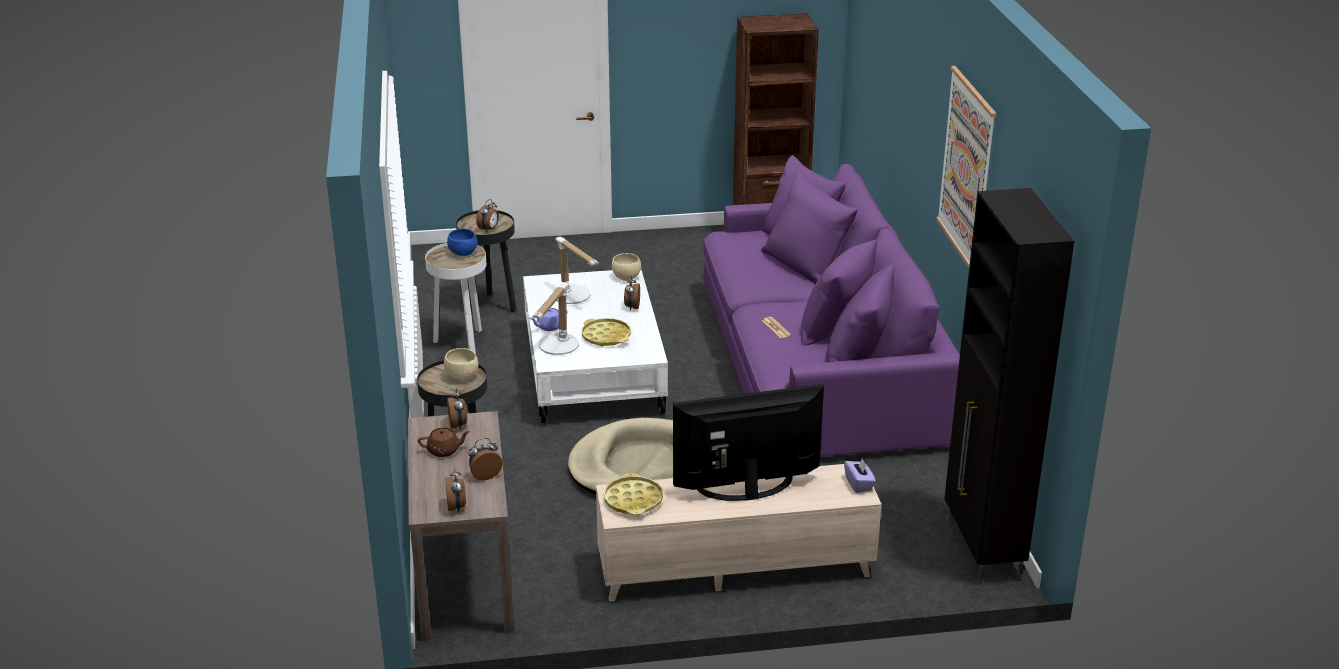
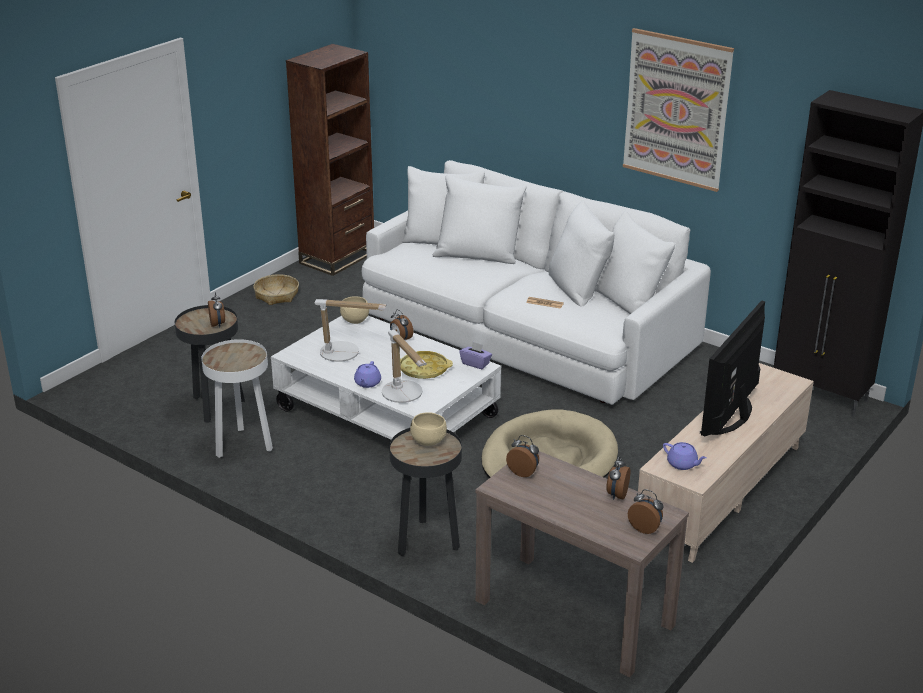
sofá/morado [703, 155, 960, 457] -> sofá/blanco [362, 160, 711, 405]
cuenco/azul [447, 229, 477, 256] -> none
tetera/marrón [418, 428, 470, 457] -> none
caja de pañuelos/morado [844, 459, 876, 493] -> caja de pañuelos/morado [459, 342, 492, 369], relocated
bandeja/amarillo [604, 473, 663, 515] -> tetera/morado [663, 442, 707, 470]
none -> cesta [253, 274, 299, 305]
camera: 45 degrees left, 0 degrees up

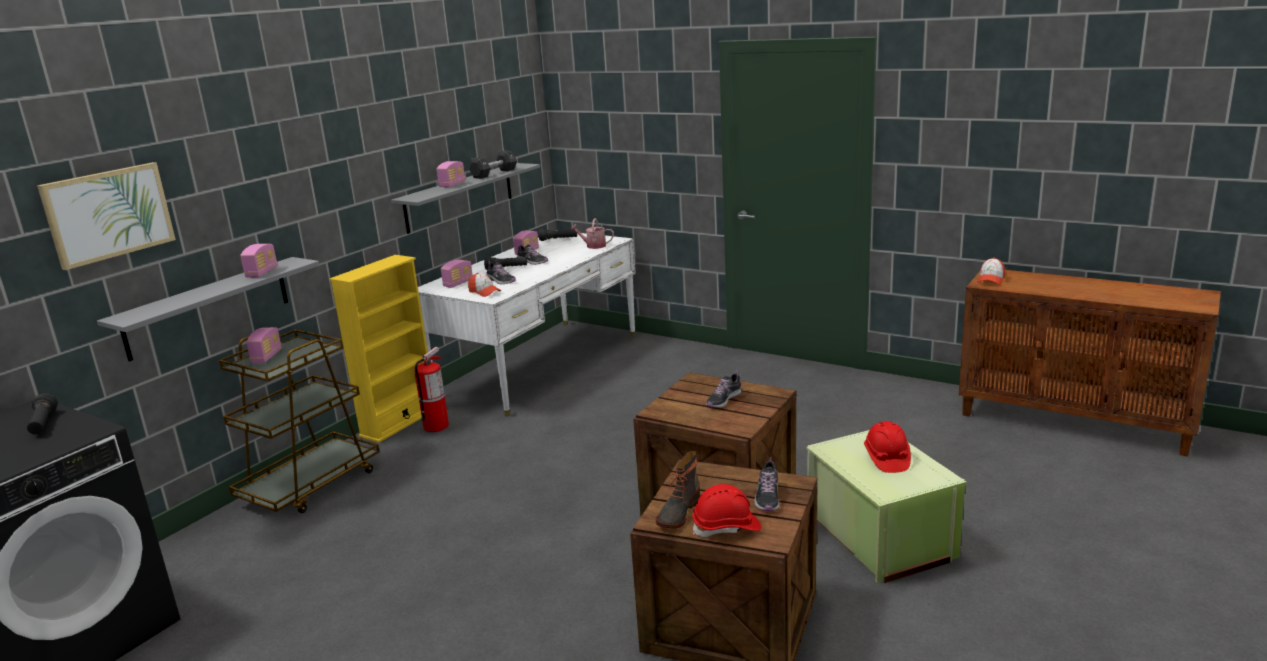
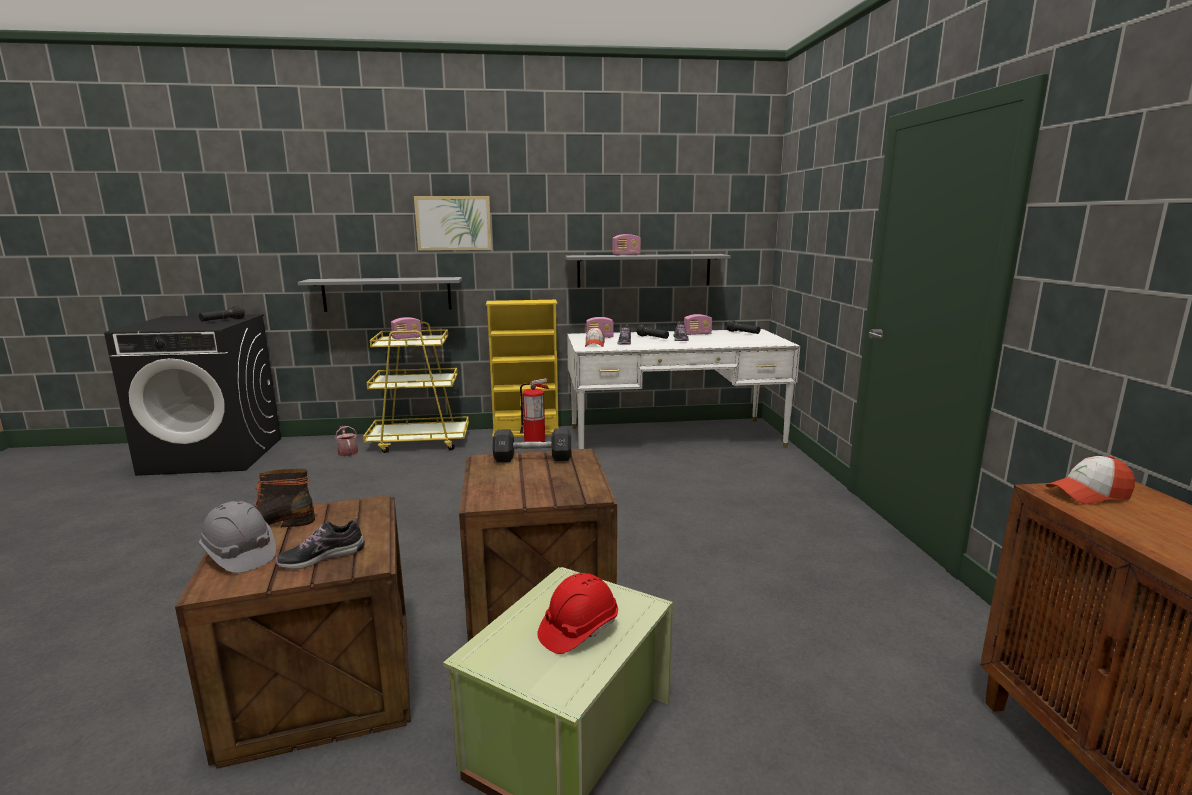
mancuerna/negro [469, 151, 517, 179] -> mancuerna/negro [493, 428, 571, 463], relocated
cuadro [37, 162, 176, 270] -> cuadro [414, 196, 492, 251], relocated
regadera [570, 218, 614, 249] -> regadera [335, 426, 358, 456], relocated
radio [240, 244, 277, 278] -> none
carrito/marrón [219, 329, 380, 513] -> carrito/amarillo [363, 322, 469, 453]
zapato [706, 371, 742, 408] -> none
casco/rojo [692, 484, 761, 537] -> casco/gris [199, 501, 276, 573]
camera: 50 degrees right, 5 degrees down

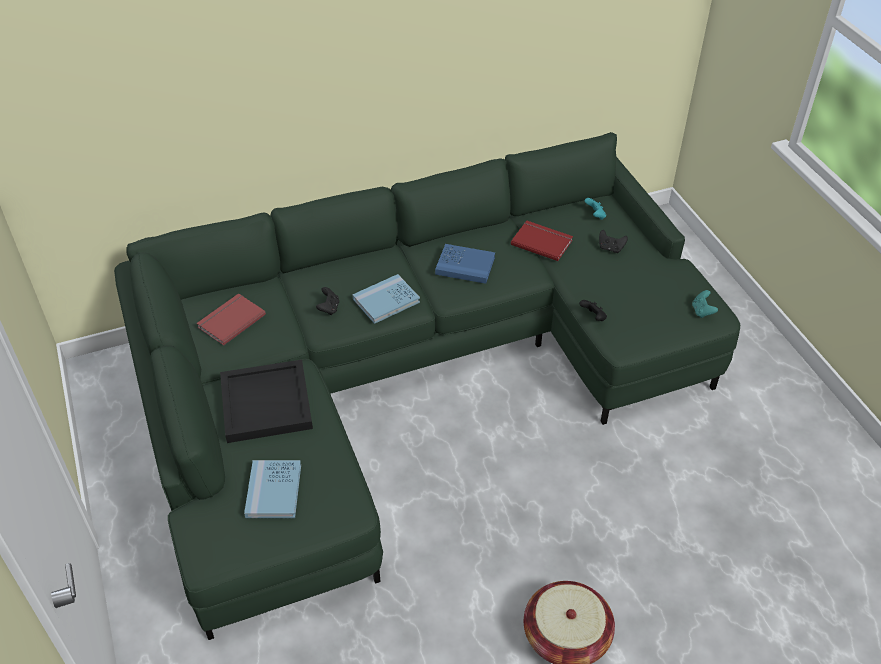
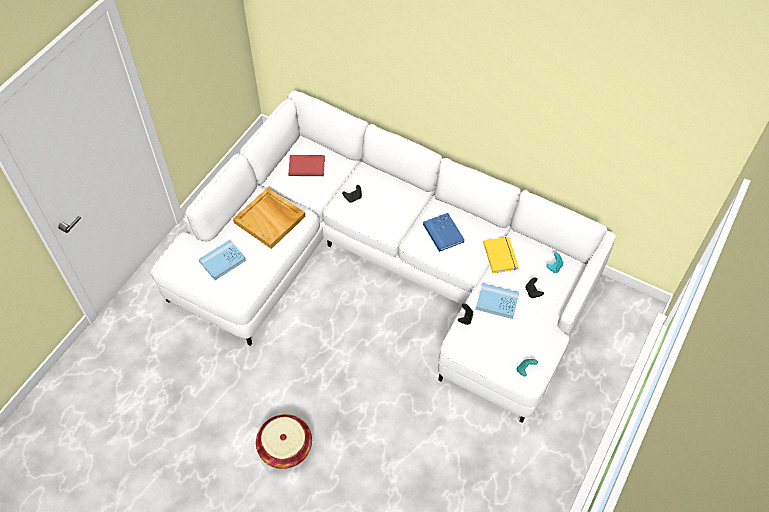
sofá/verde [114, 132, 741, 640] -> sofá/blanco [151, 90, 616, 423]
libro/rojo [511, 221, 573, 261] -> libro/amarillo [483, 237, 519, 273]
libro/azul [352, 274, 420, 324] -> libro/azul [476, 283, 519, 319], relocated
bandeja/negro [220, 360, 313, 443] -> bandeja/beis [233, 188, 306, 249]
camera: 50 degrees right, 10 degrees up

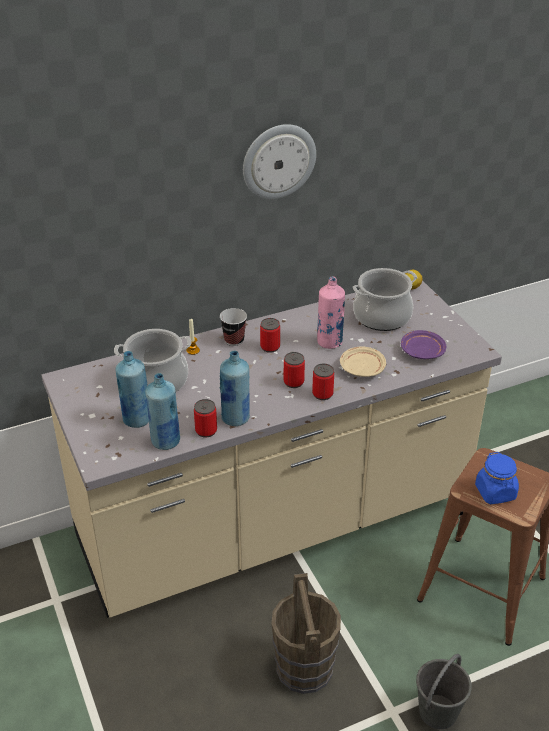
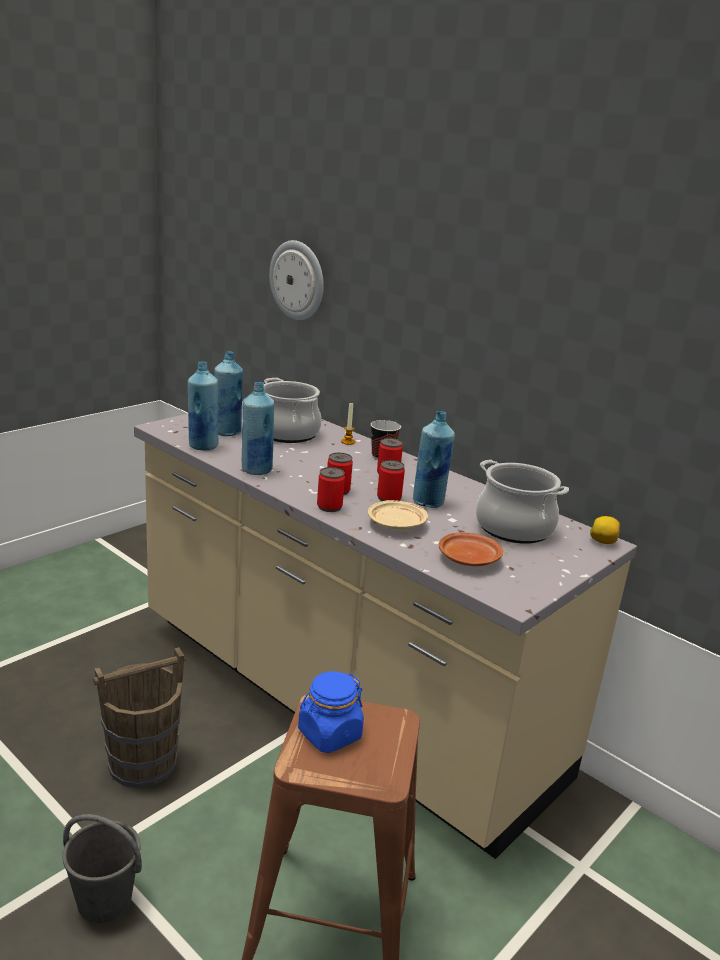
reloj de pared [243, 124, 316, 199] -> reloj de pared [269, 240, 324, 320], relocated
botella/rosa [317, 276, 345, 349] -> botella/azul [413, 411, 455, 508]
plato/morado [401, 330, 446, 359] -> plato/marrón [439, 533, 503, 566]
lata [194, 399, 217, 438] -> lata [377, 460, 405, 501], relocated
camera: 65 degrees right, 15 degrees down

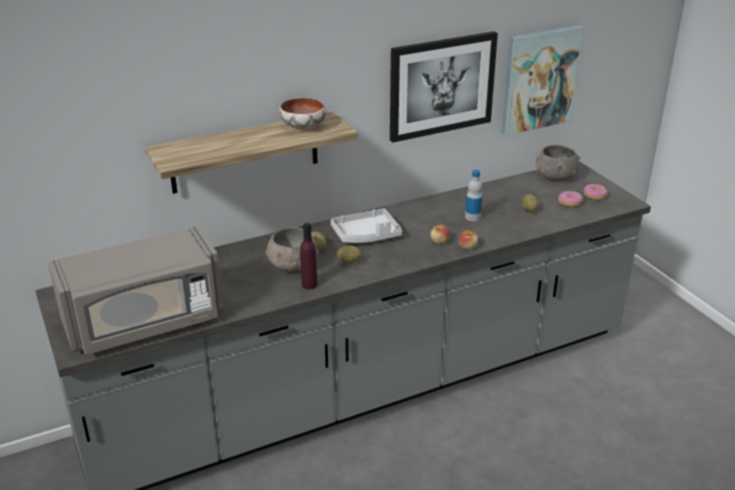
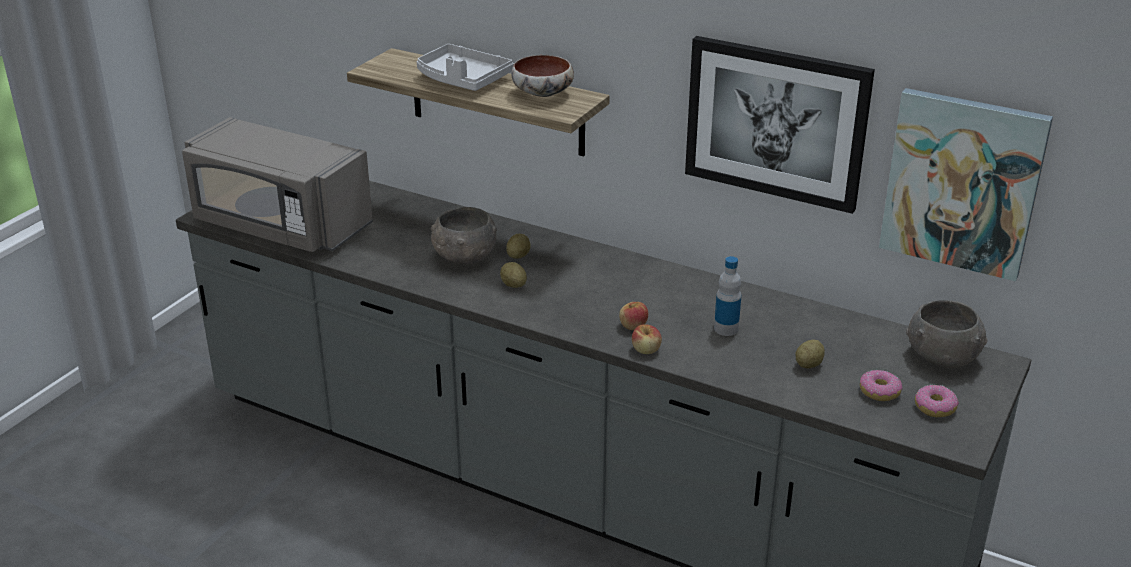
bandeja/gris [331, 208, 402, 243] -> bandeja/gris [417, 44, 514, 91], relocated
botella/morado [300, 223, 317, 290] -> none
camera: 55 degrees right, 0 degrees up

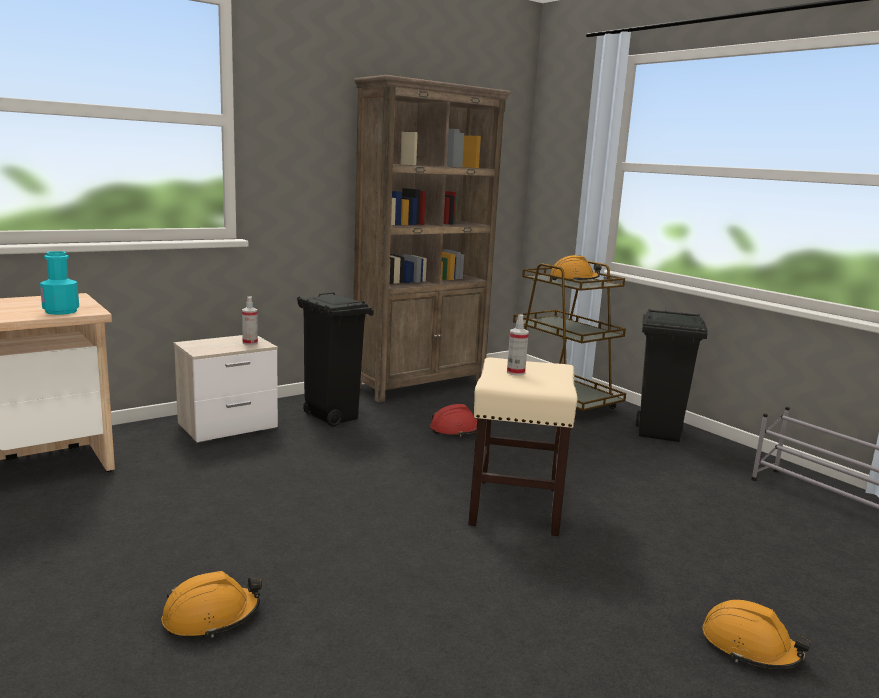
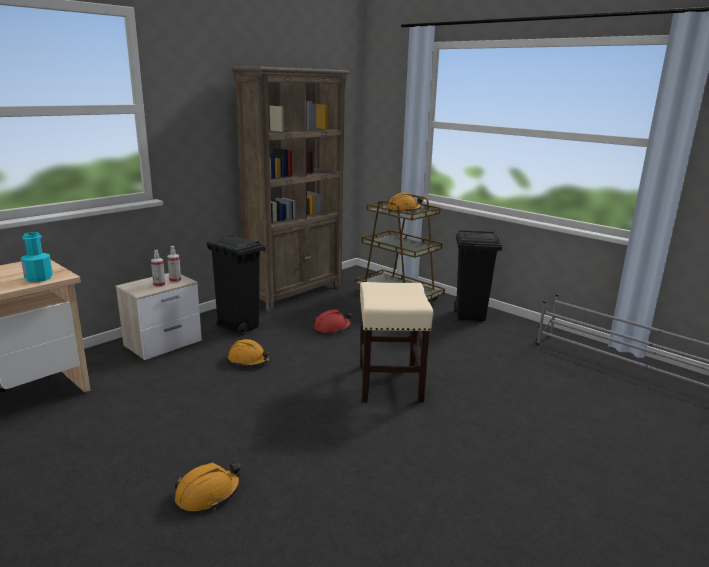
pulverizador [507, 314, 529, 376] -> pulverizador [151, 250, 166, 287], relocated
casco/naranja [702, 600, 811, 669] -> casco/naranja [228, 339, 271, 366], relocated
camera: 10 degrees left, 5 degrees up

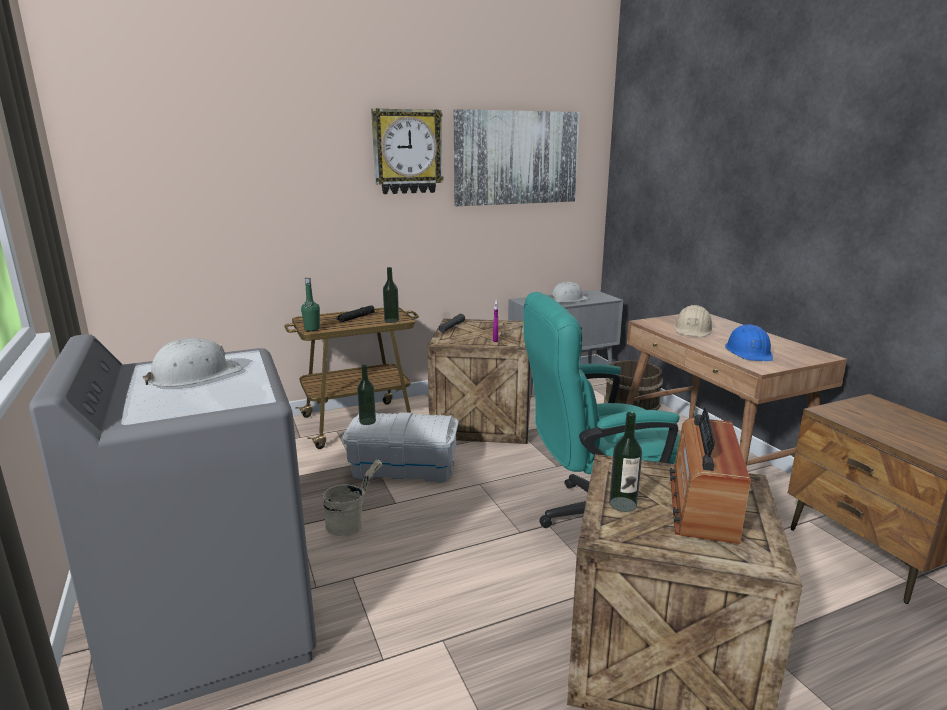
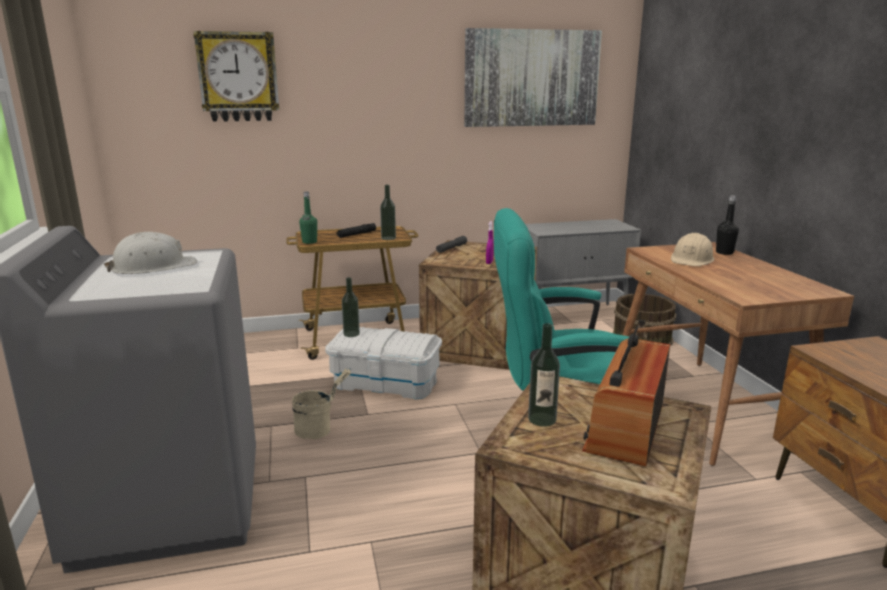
reloj de pared [371, 108, 444, 194] -> reloj de pared [193, 31, 279, 122], relocated
casco/blanco [550, 282, 589, 302] -> none
casco/azul [725, 324, 773, 361] -> none
none -> botella/negro [716, 195, 739, 255]
camera: 10 degrees right, 0 degrees up

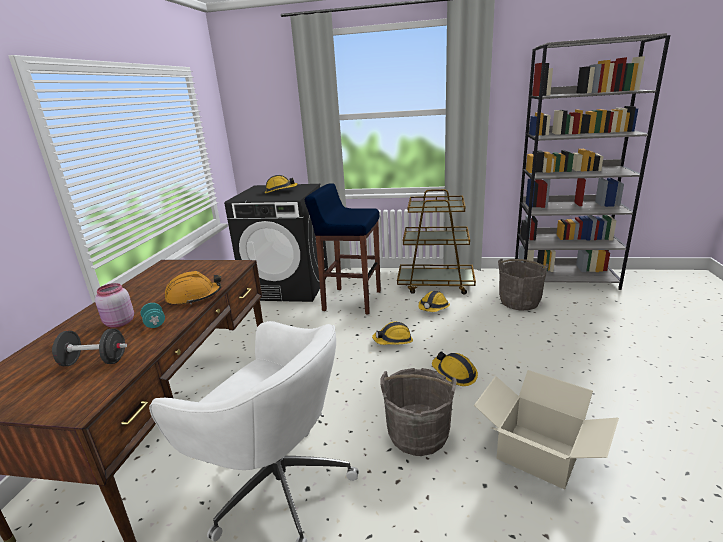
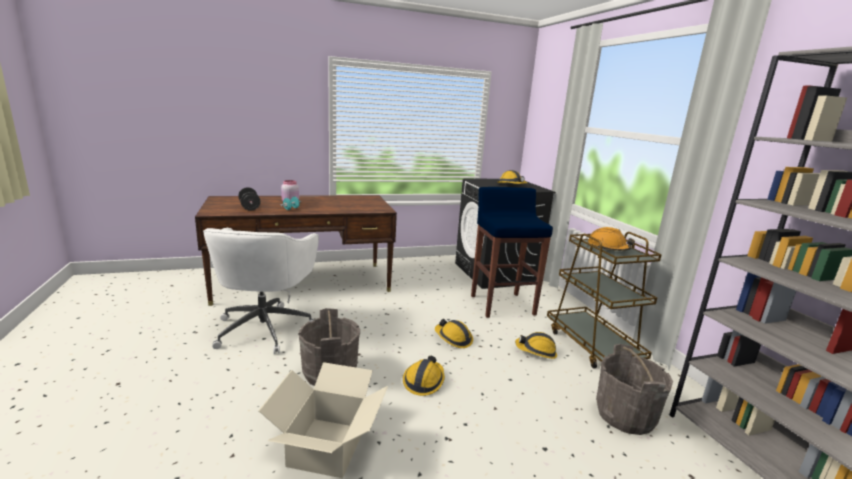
casco/naranja [165, 271, 221, 305] -> casco/naranja [588, 227, 635, 251], relocated
camera: 60 degrees right, 5 degrees down

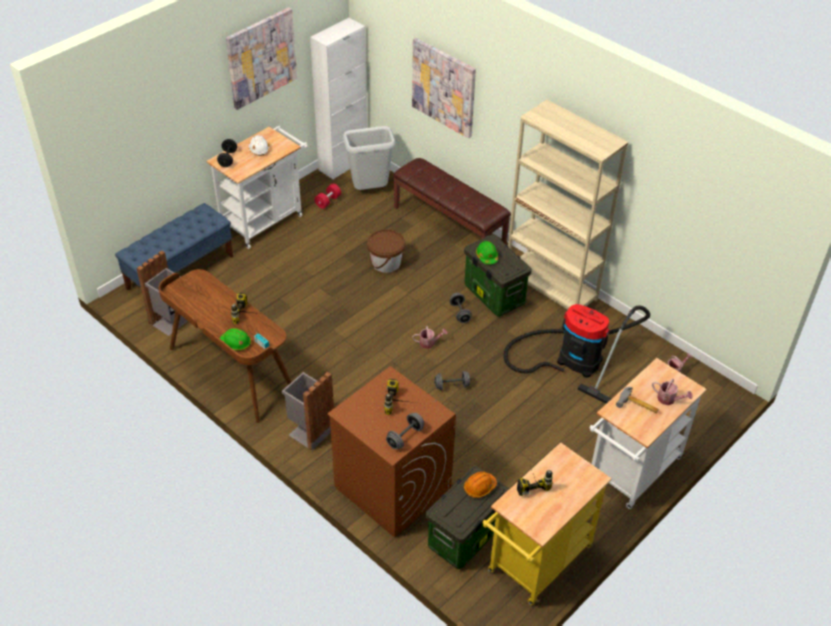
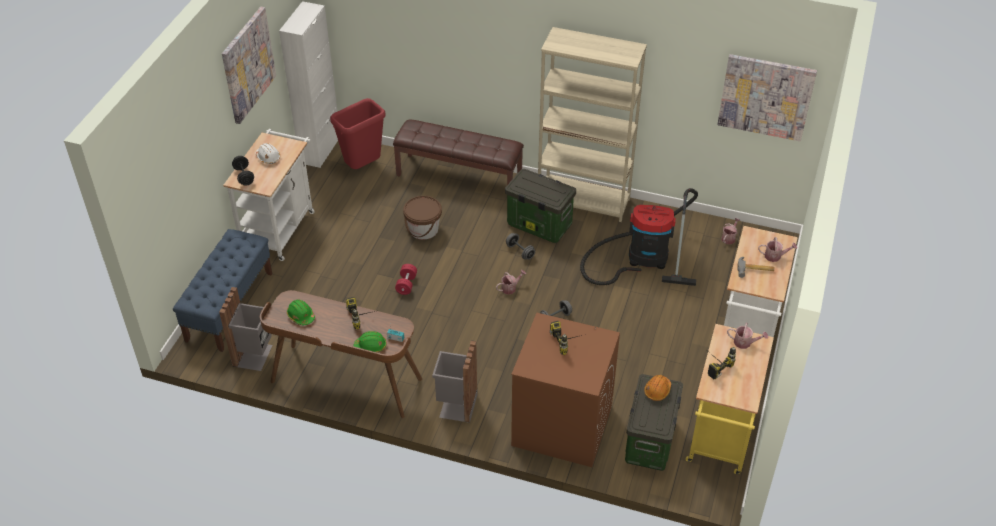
cuadro [412, 38, 476, 139] -> cuadro [717, 54, 817, 141], relocated
papelera/gris [343, 126, 396, 190] -> papelera/rojo [330, 98, 386, 169]
mancuerna/rojo [315, 184, 341, 209] -> mancuerna/rojo [395, 264, 417, 295], relocated
casco/verde [476, 241, 498, 265] -> casco/verde [287, 299, 315, 325], relocated
mancuerna/gris [386, 413, 424, 449] -> none
none -> regadera [727, 323, 768, 349]
camera: 25 degrees left, 0 degrees up

